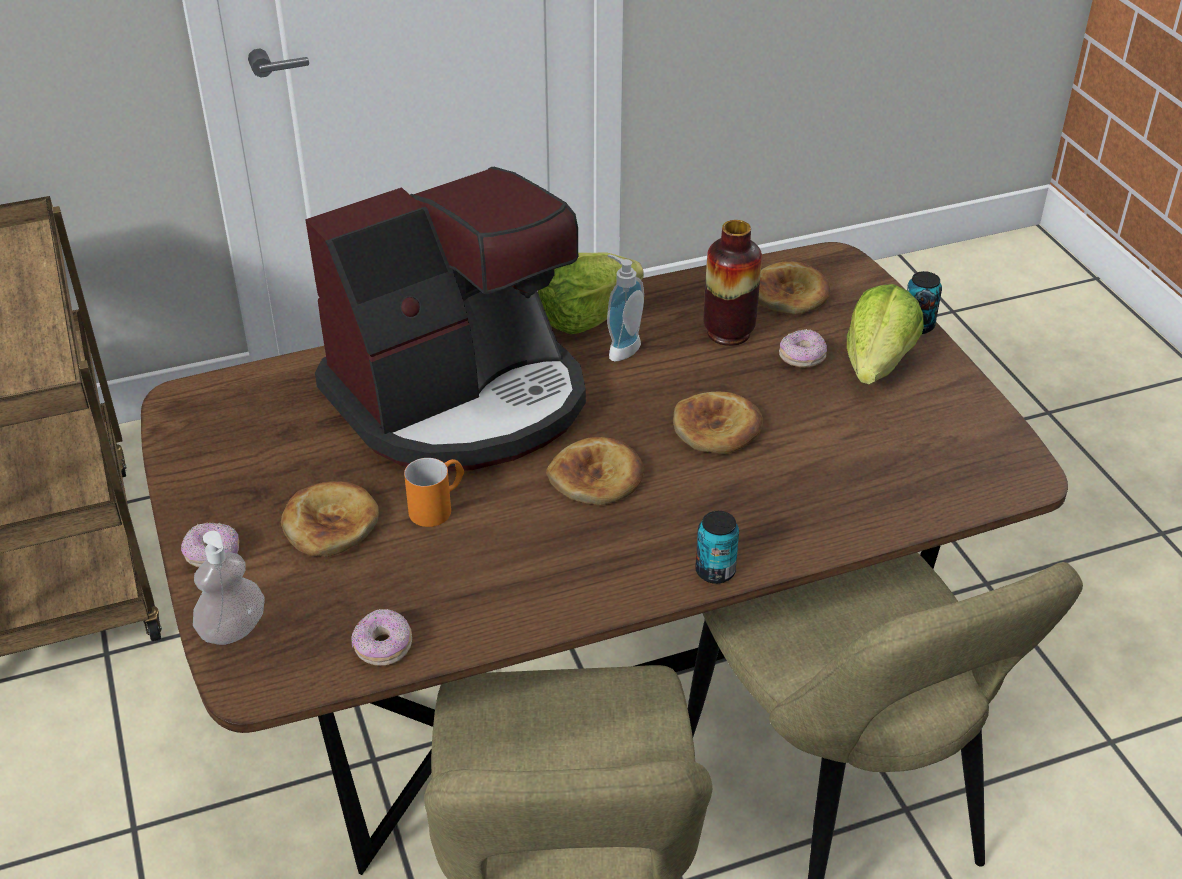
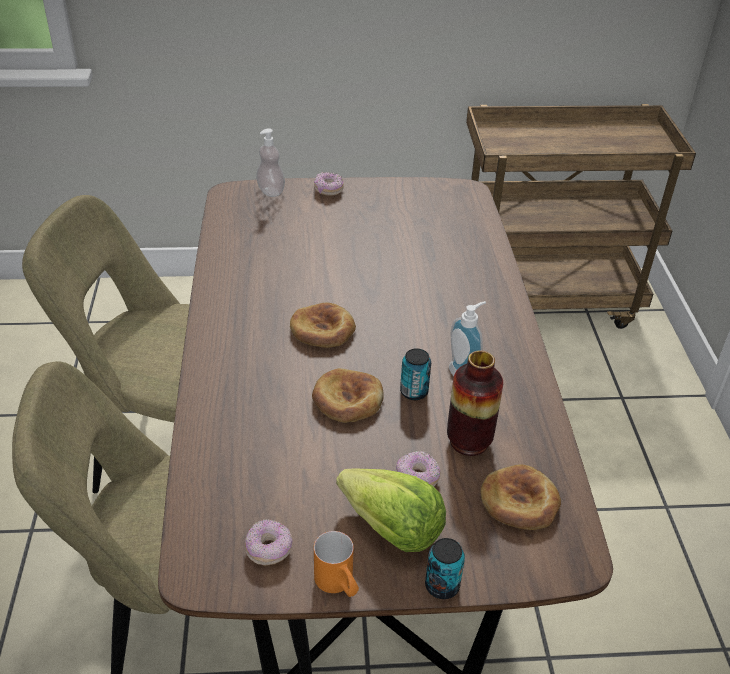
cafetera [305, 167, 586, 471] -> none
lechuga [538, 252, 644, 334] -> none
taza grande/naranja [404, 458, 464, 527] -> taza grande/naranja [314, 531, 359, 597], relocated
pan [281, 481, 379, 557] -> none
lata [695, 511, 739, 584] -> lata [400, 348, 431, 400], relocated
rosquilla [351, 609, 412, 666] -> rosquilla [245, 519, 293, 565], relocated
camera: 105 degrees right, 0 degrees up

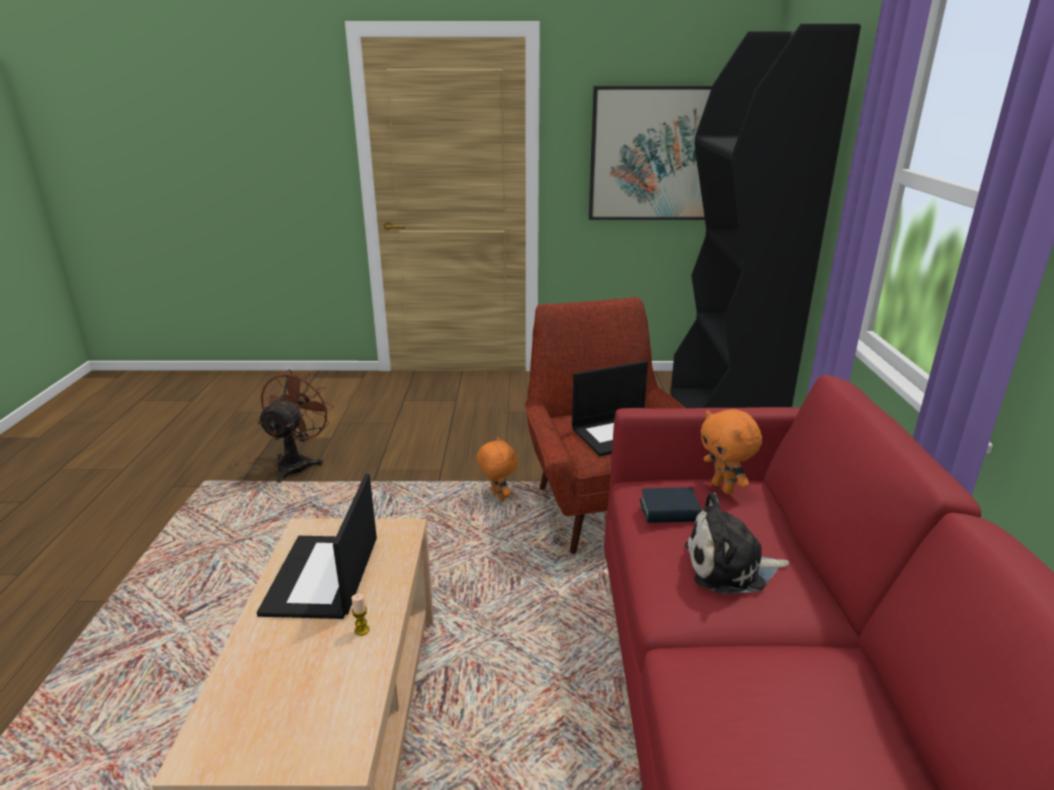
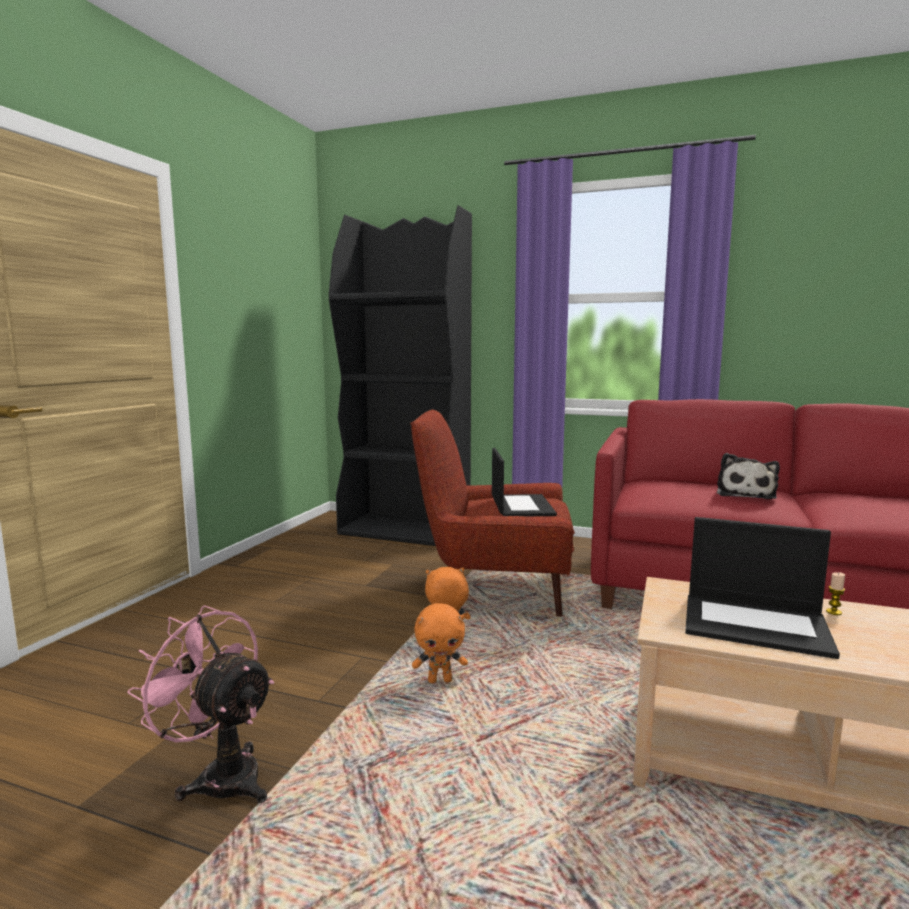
cuadro [589, 86, 712, 220] -> none
ventilador/marrón [258, 370, 334, 482] -> ventilador/rosa [127, 605, 274, 803]
peluche/naranja [700, 409, 762, 494] -> peluche/naranja [412, 603, 468, 683], relocated
libro [640, 488, 701, 523] -> none
camera: 70 degrees left, 15 degrees down

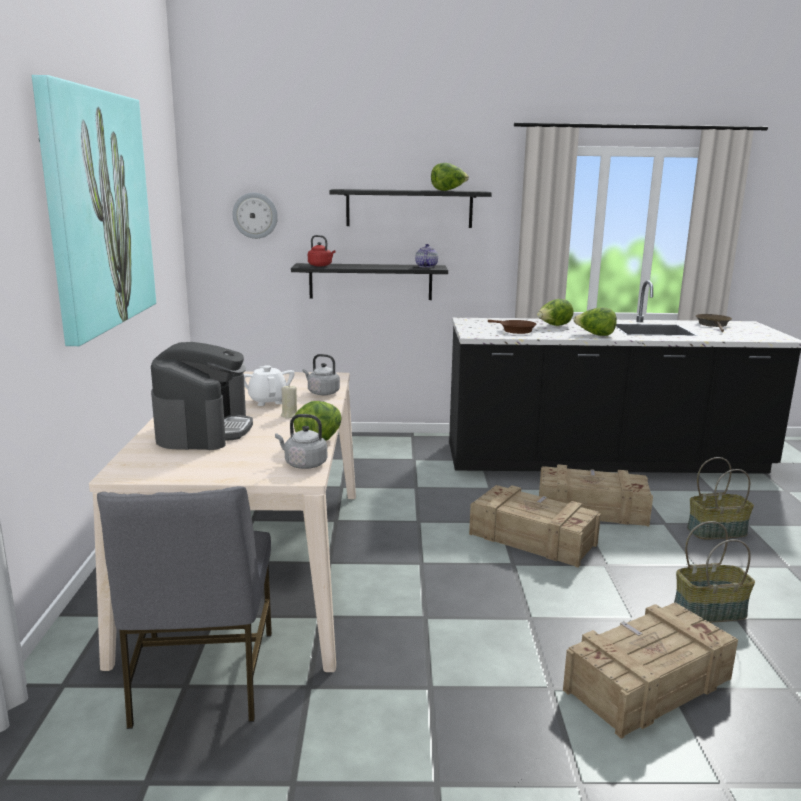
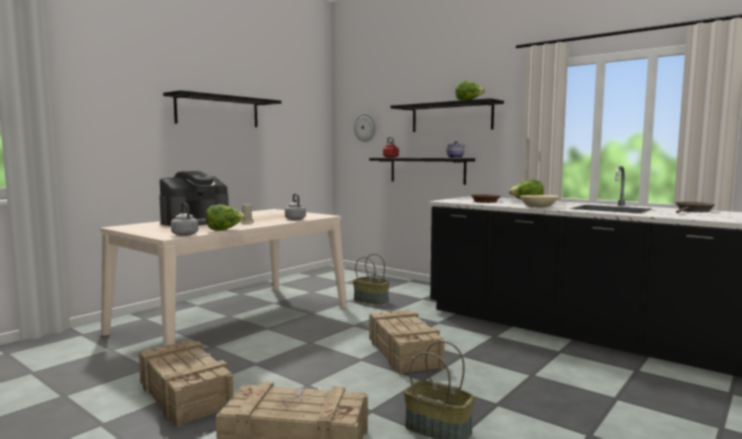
cuadro [32, 75, 156, 346] -> estante/negro [163, 90, 281, 127]
lechuga [573, 307, 617, 336] -> cuenco/beis [520, 195, 559, 207]
tetera/blanco [244, 365, 295, 406] -> none
cesta [687, 457, 754, 539] -> cesta [353, 254, 390, 305], relocated
caja de embalaje [539, 464, 653, 526] -> caja de embalaje [139, 340, 234, 427], relocated
silla/gris [97, 486, 272, 729] -> none
camera: 40 degrees right, 10 degrees down

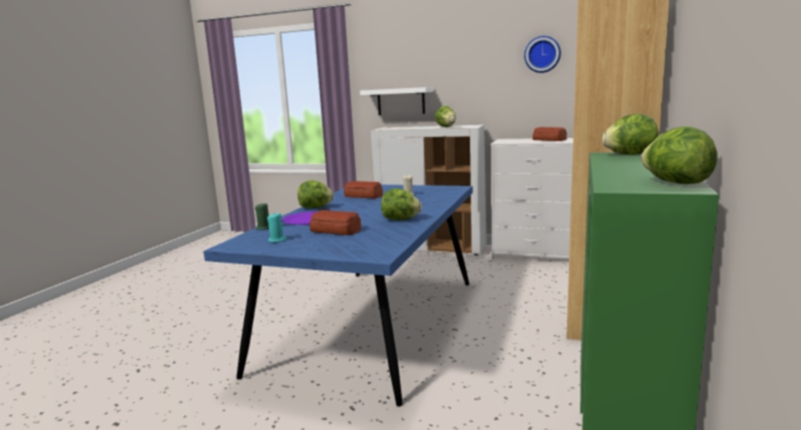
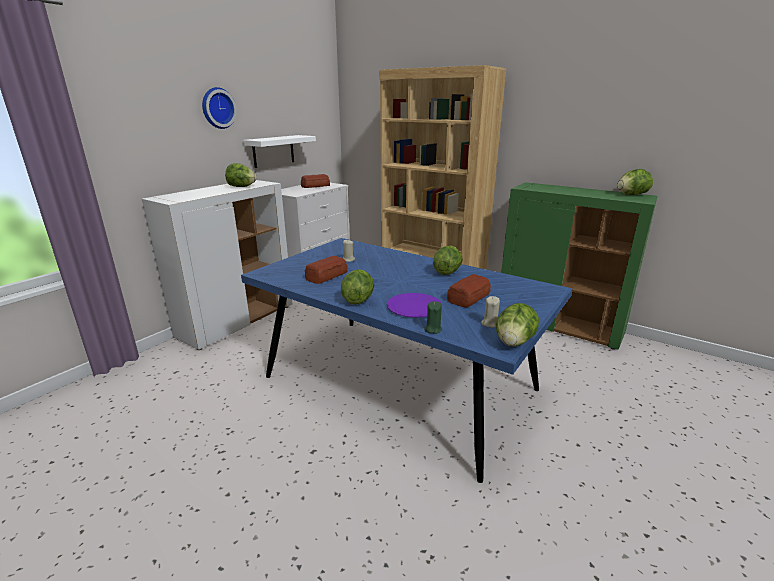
reloj de pared [524, 36, 561, 73] -> reloj de pared [202, 87, 237, 129], relocated
estante/blanco [360, 87, 433, 115] -> estante/blanco [243, 135, 316, 168], relocated
lechuga [602, 114, 659, 155] -> lechuga [496, 303, 539, 346], relocated
vela/turquesa [267, 212, 287, 242] -> vela/beis [481, 296, 500, 328]
camera: 75 degrees left, 10 degrees up

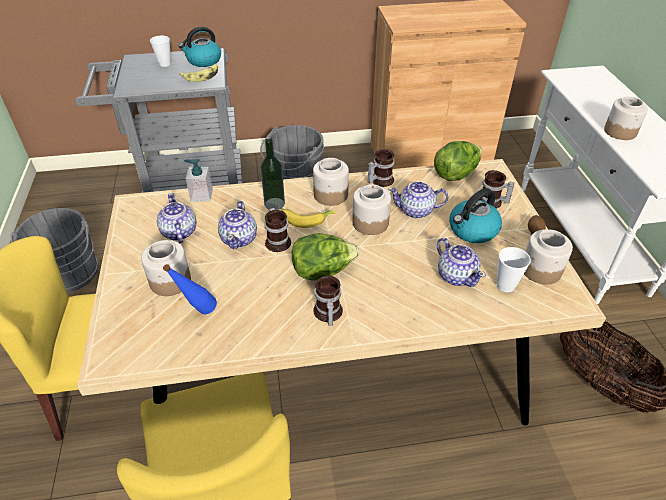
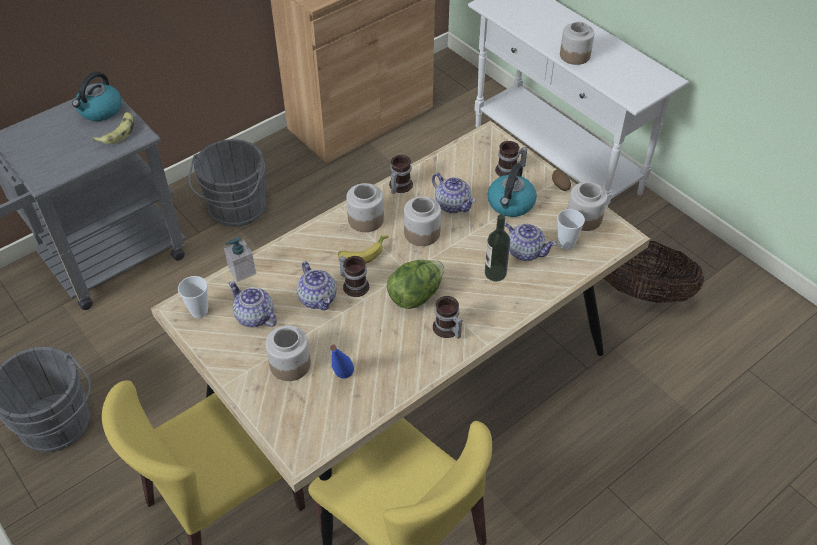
taza [150, 35, 171, 67] -> taza [178, 276, 208, 318], relocated
botella [260, 138, 285, 210] -> botella [485, 214, 510, 281], relocated
lechuga [434, 141, 482, 181] -> none
tetera [388, 181, 448, 219] -> tetera [432, 173, 476, 213], 105 degrees counterclockwise
camera: 30 degrees left, 5 degrees up

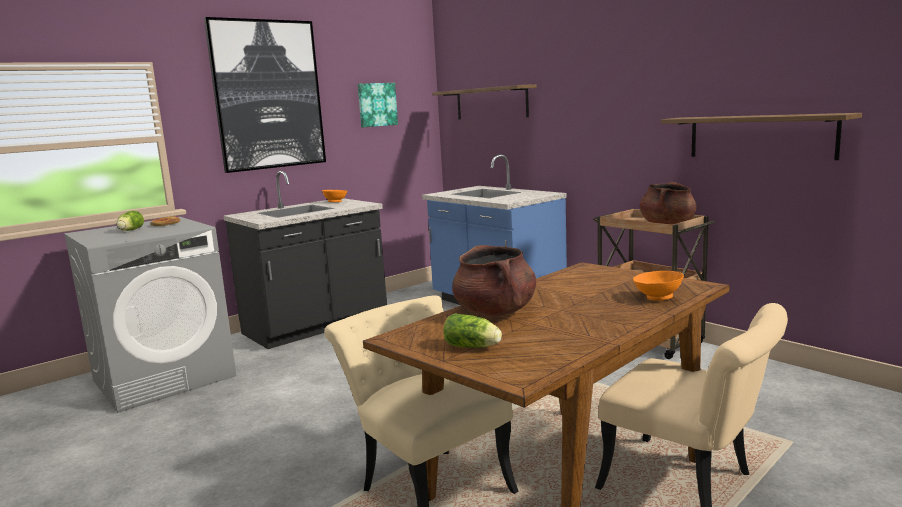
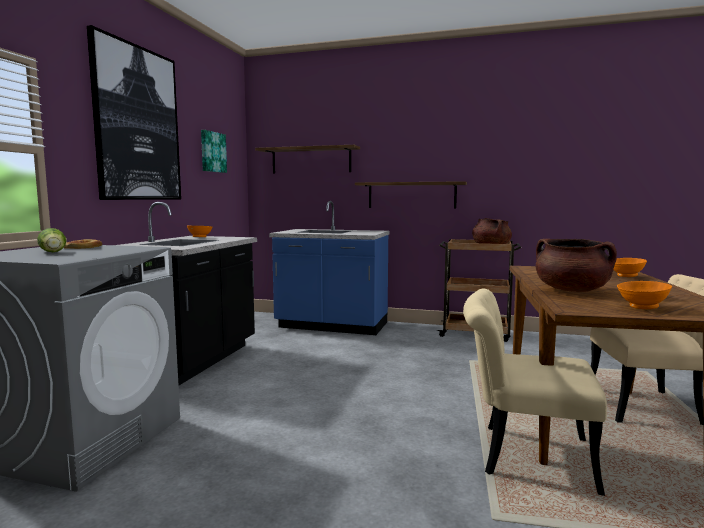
estante [661, 113, 862, 160] -> estante [355, 181, 467, 209], relocated
lechuga [443, 313, 502, 348] -> cuenco/naranja [617, 281, 672, 309]
camera: 35 degrees left, 5 degrees down

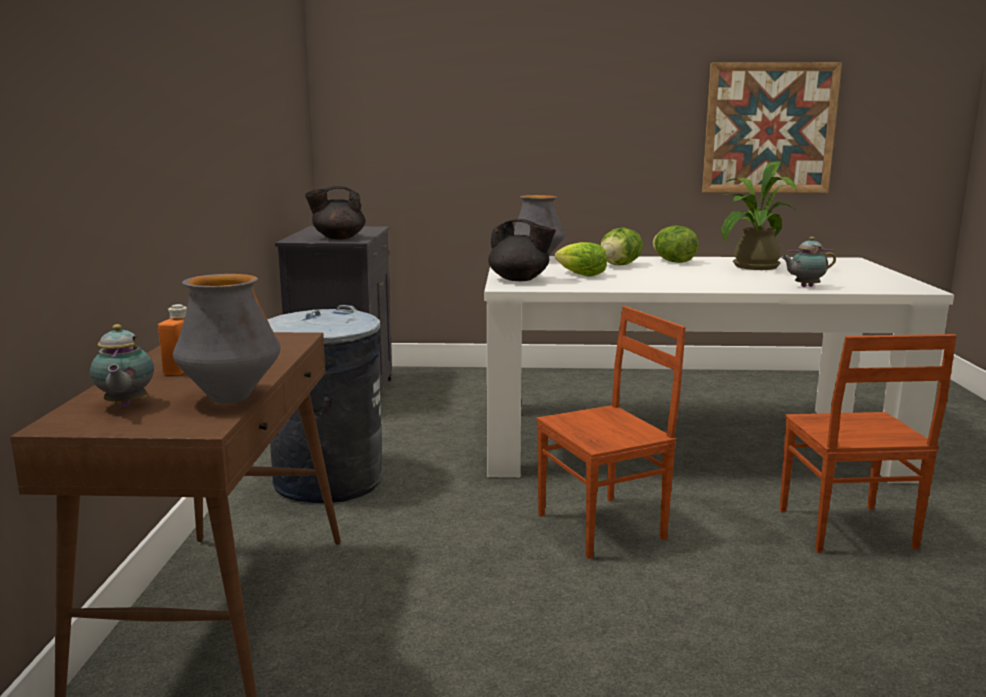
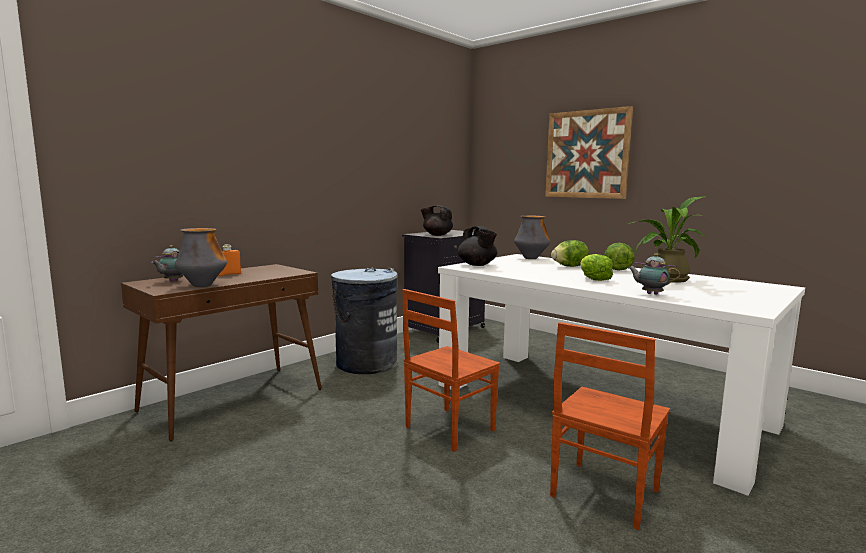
cuadro [702, 62, 842, 193] -> cuadro [545, 106, 633, 199], relocated
lechuga [555, 242, 607, 276] -> lechuga [581, 254, 613, 281], relocated
silla/marrón [536, 306, 686, 559] -> silla/marrón [402, 289, 500, 452], 120 degrees clockwise
camera: 40 degrees right, 5 degrees down

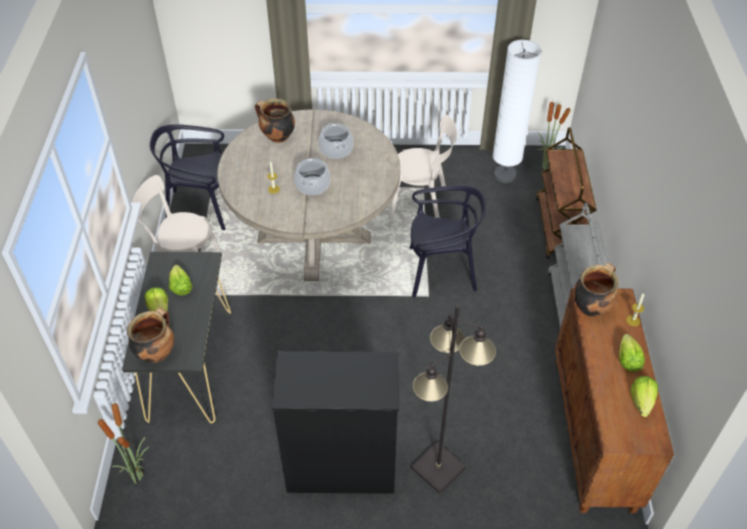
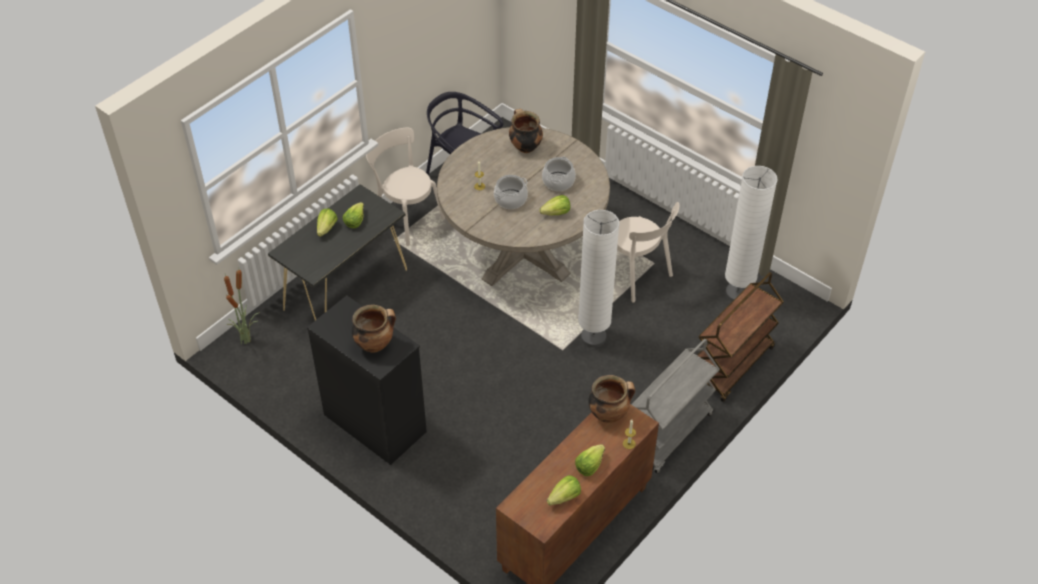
planta en maceta [537, 98, 571, 170] -> none
silla/negro [410, 185, 486, 297] -> lámpara de pie/blanco [578, 210, 619, 348]
lámpara de pie/negro [411, 305, 496, 494] -> none
olla [127, 308, 174, 363] -> olla [352, 305, 396, 353], relocated
none -> lechuga [540, 195, 570, 216]
camera: 40 degrees right, 0 degrees up

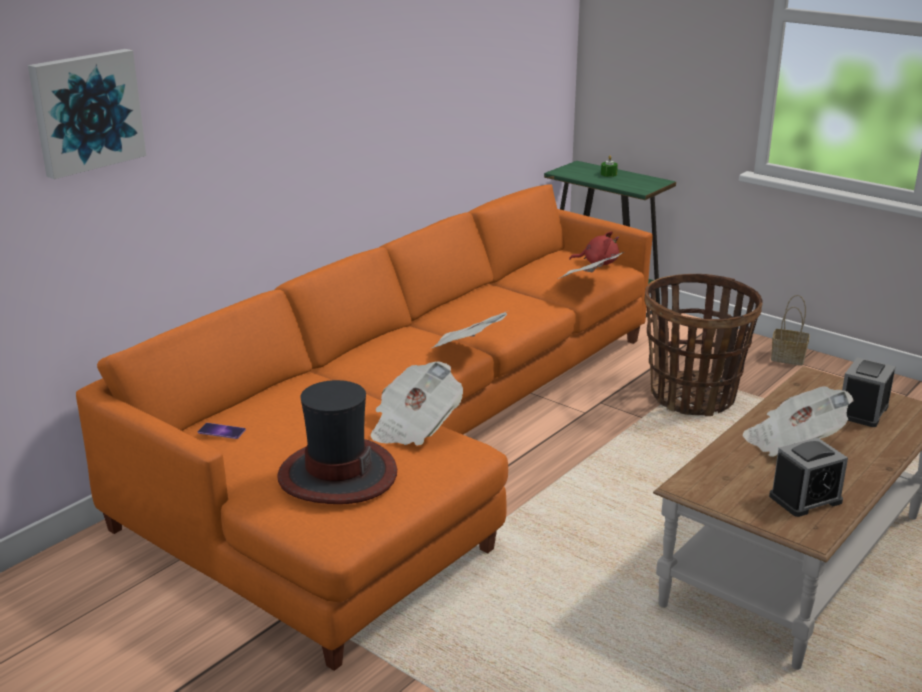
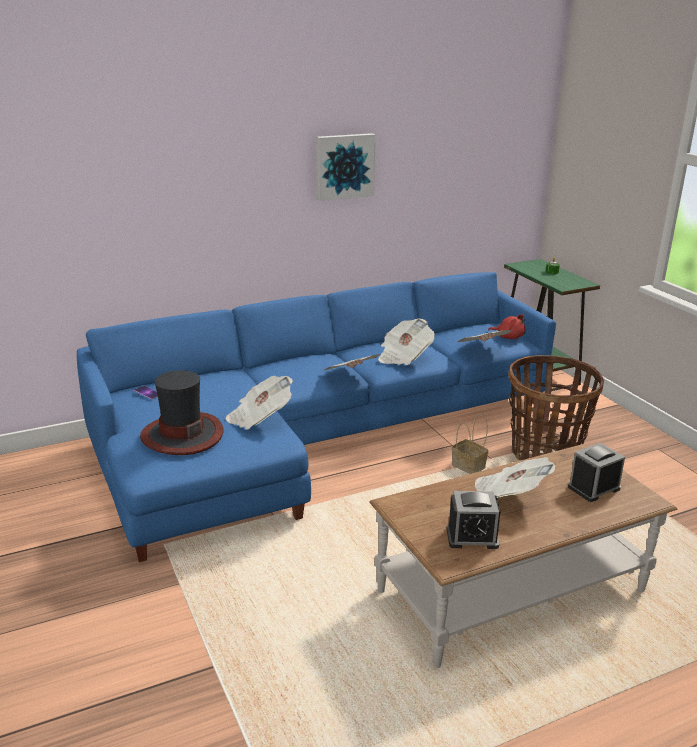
cuadro [28, 49, 146, 179] -> cuadro [316, 133, 376, 201], relocated
sofá/naranja [76, 184, 653, 671] -> sofá/azul [77, 272, 556, 562]
cesta [771, 295, 809, 366] -> cesta [452, 414, 488, 474], relocated
none -> periódico [378, 319, 435, 365]
camera: 25 degrees right, 0 degrees up

